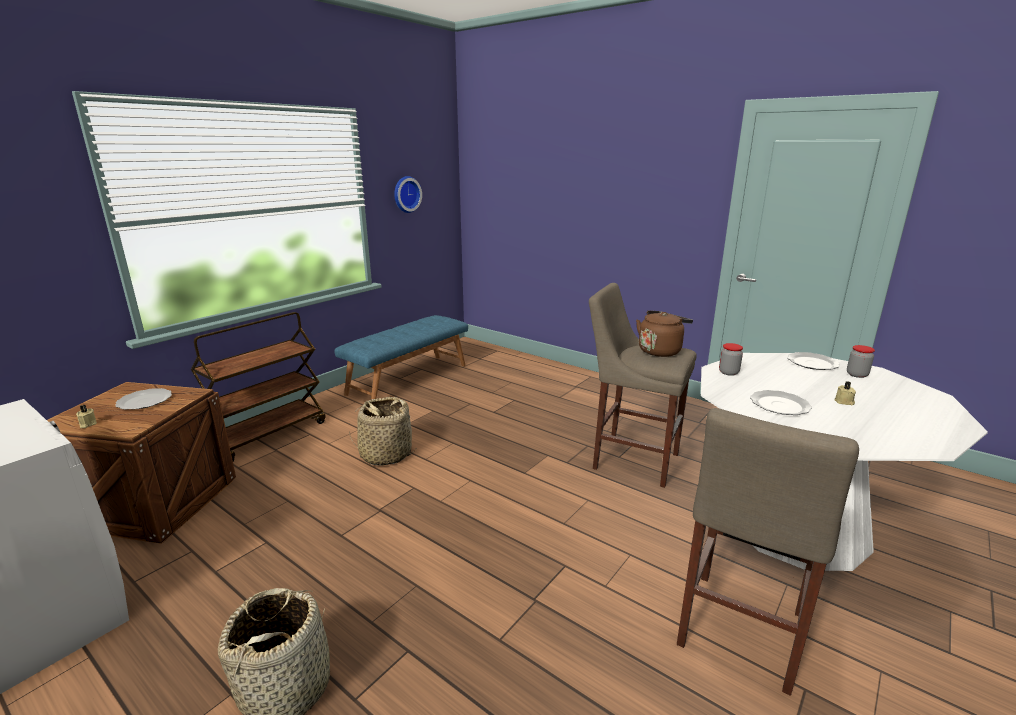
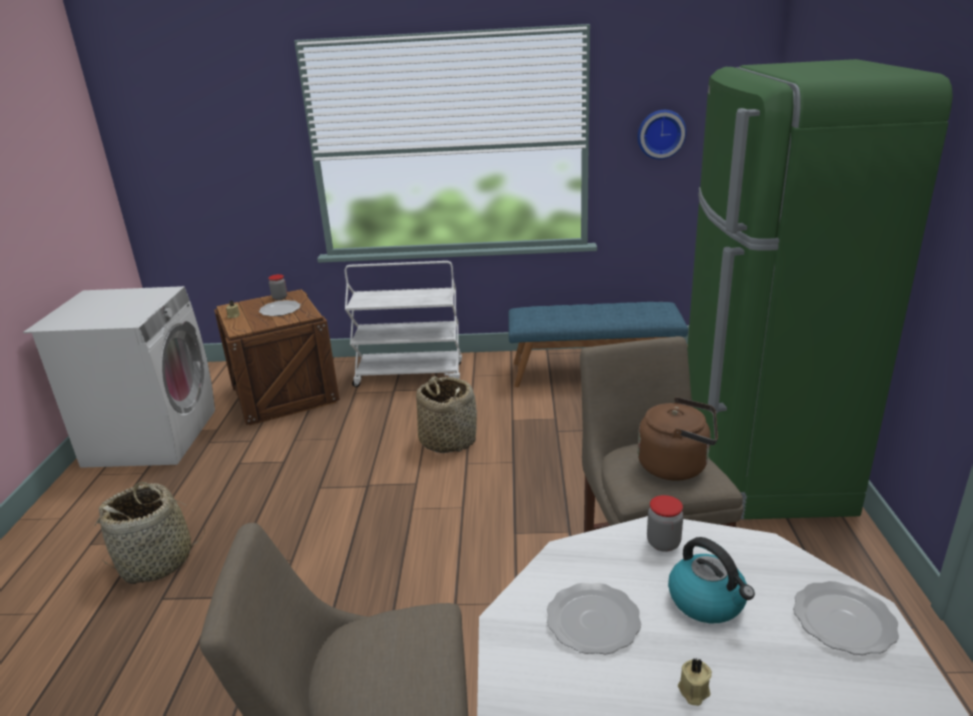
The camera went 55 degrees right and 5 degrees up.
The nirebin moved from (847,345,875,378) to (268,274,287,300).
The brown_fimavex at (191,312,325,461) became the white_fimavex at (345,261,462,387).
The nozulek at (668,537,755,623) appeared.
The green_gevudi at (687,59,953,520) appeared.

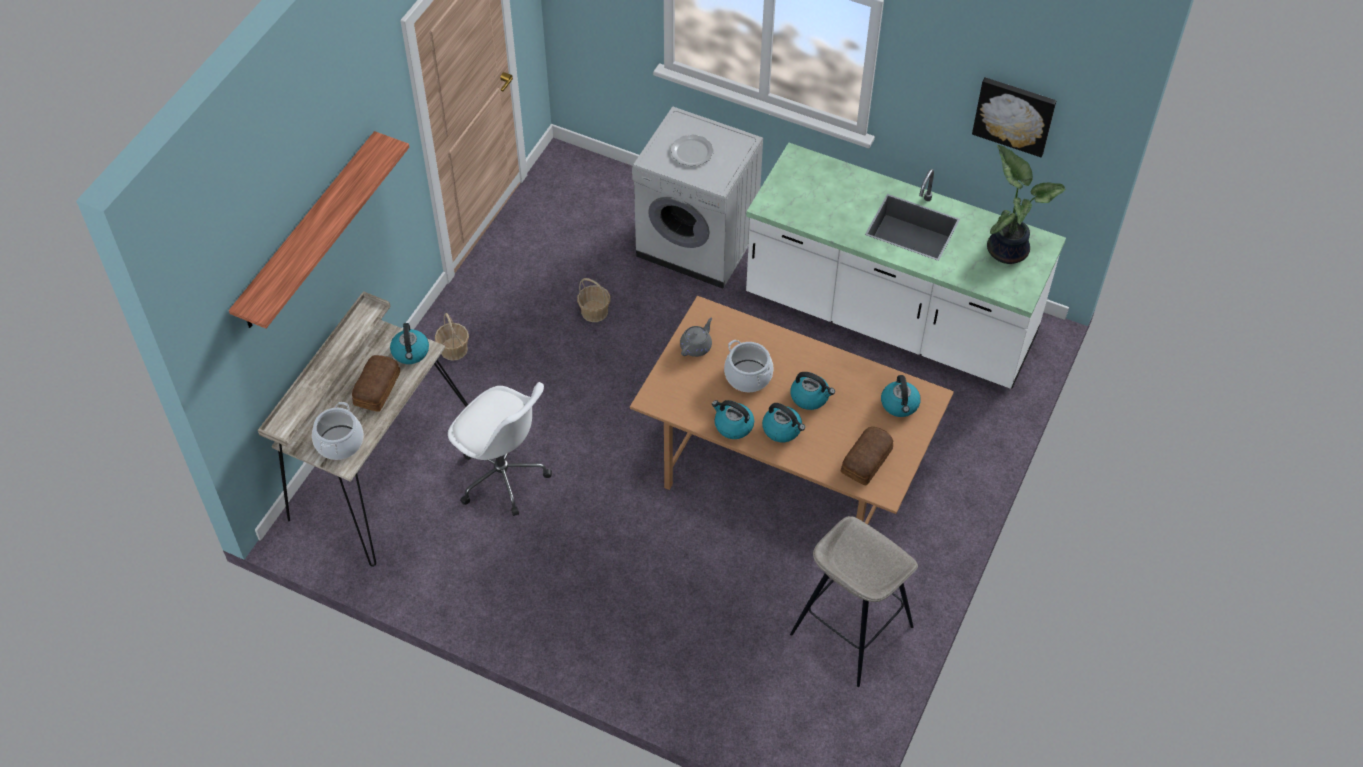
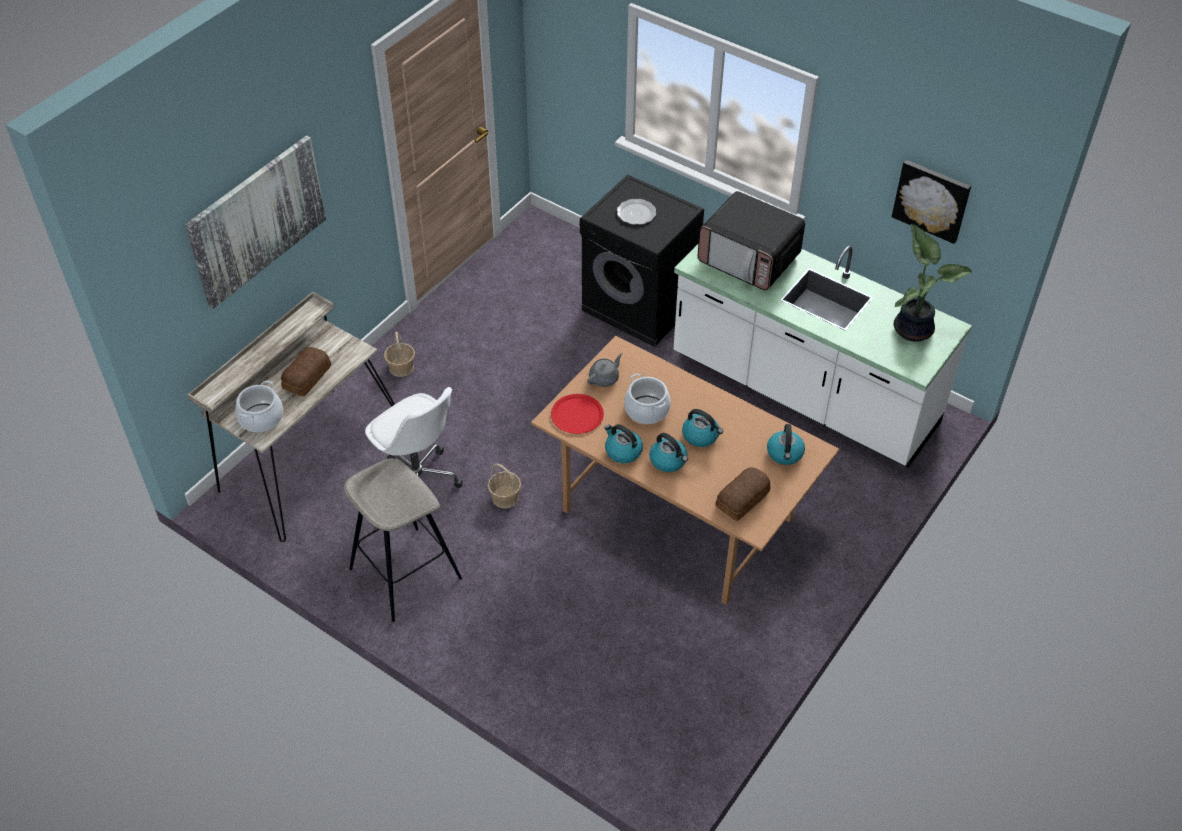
The camera went 10 degrees right and 5 degrees down.
The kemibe at (229,131,409,329) was replaced by the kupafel at (185,136,326,309).
The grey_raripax moved from (790,516,918,687) to (344,458,462,622).
The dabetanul moved from (577,278,610,322) to (488,463,521,509).
The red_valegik at (551,394,604,434) appeared.
The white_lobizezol at (632,106,763,289) became the black_lobizezol at (580,175,704,347).
The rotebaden at (698,191,805,290) appeared.
The nozulek at (390,323,429,364) disappeared.

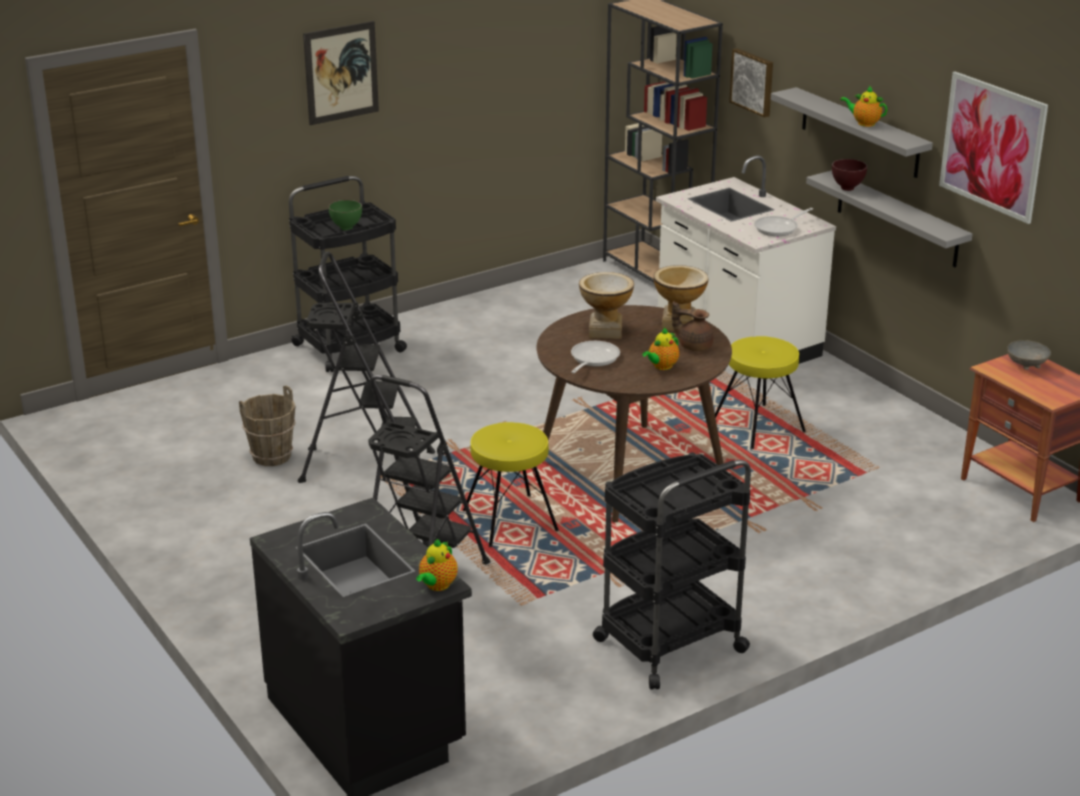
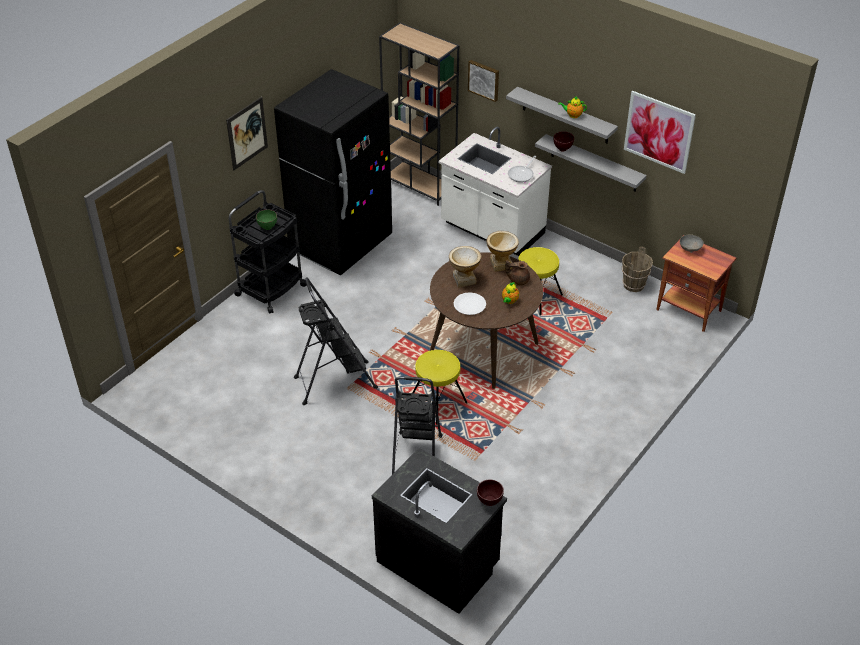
The camera went 20 degrees left and 15 degrees up.
The black_gevudi at (274,69,392,275) appeared.
The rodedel at (571,341,620,373) was replaced by the white_valegik at (454,292,486,315).
The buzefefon at (416,539,458,591) was replaced by the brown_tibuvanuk at (477,479,504,506).
The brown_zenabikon moved from (239,385,296,466) to (622,247,653,292).
The black_fimavex at (593,453,751,690) disappeared.

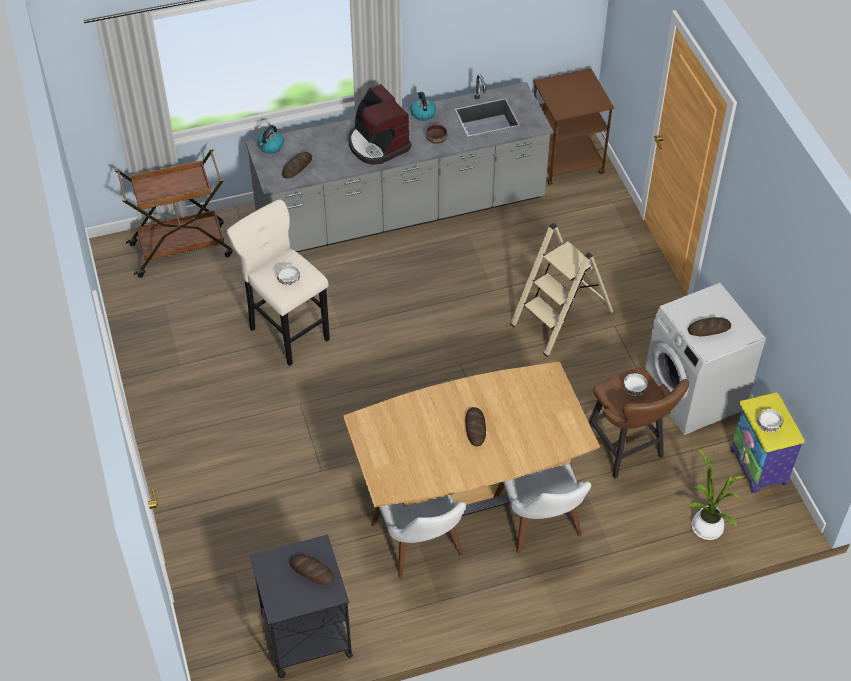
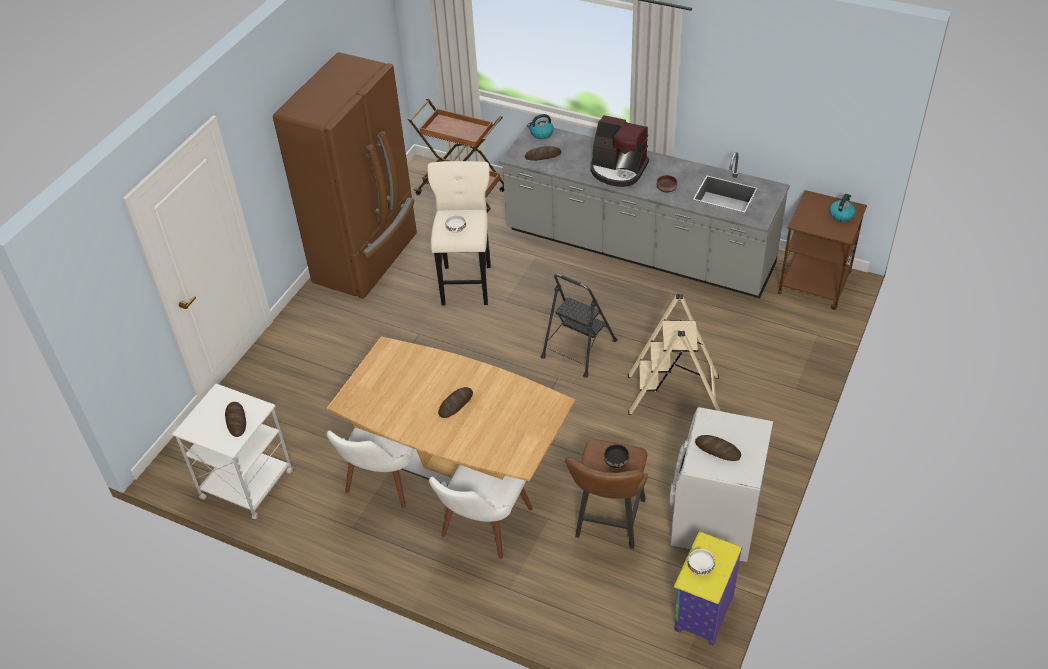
The camera went 45 degrees right and 5 degrees down.
The black_fimavex at (250,534,353,678) became the white_fimavex at (172,384,293,519).
The brown_gevudi at (273,52,417,299) appeared.
The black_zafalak at (541,274,618,378) appeared.
The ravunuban at (348,84,411,165) turned 75 degrees counterclockwise.
The white_tibuvanuk at (623,373,648,396) became the black_tibuvanuk at (604,445,629,468).
The nozulek moved from (410,92,436,121) to (829,194,856,222).
The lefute at (688,448,744,540) disappeared.

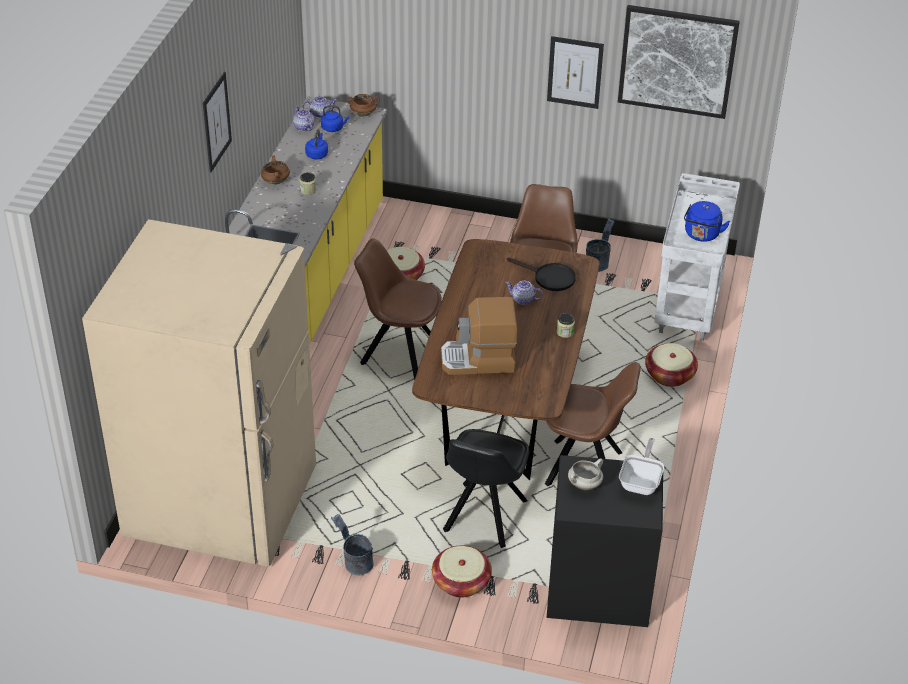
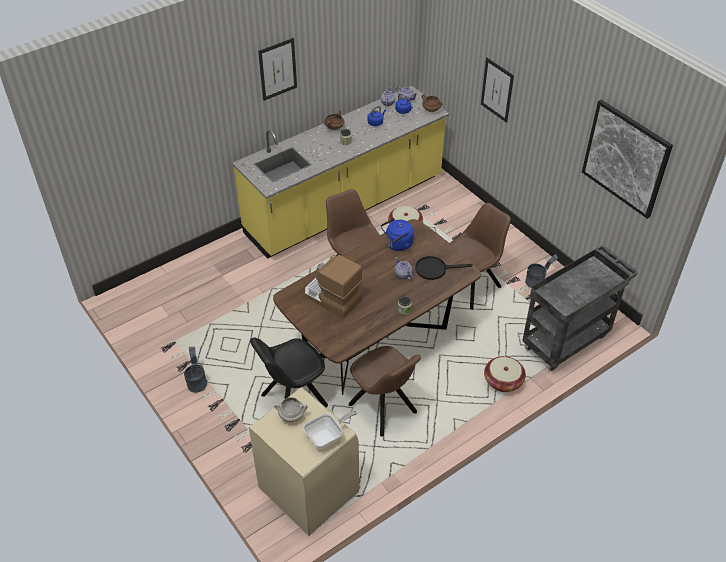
The camera went 40 degrees right and 5 degrees up.
The black_lobizezol at (547,455,663,627) became the beige_lobizezol at (249,387,359,536).
The blue_nozulek moved from (684,201,730,242) to (381,218,414,251).
The black_rodedel at (507,258,576,291) turned 105 degrees clockwise.
The kupafel moved from (547,36,604,109) to (481,57,514,123).
The white_fimavex at (654,173,740,341) became the black_fimavex at (522,245,638,371).
The beige_gevudi at (82,219,316,566) disappeared.
The dabetanul at (432,545,492,598) disappeared.

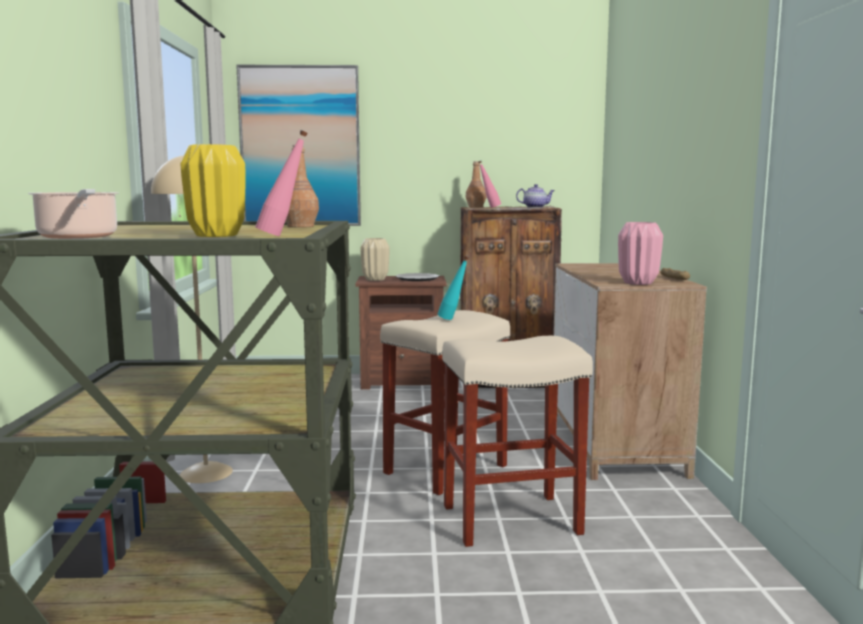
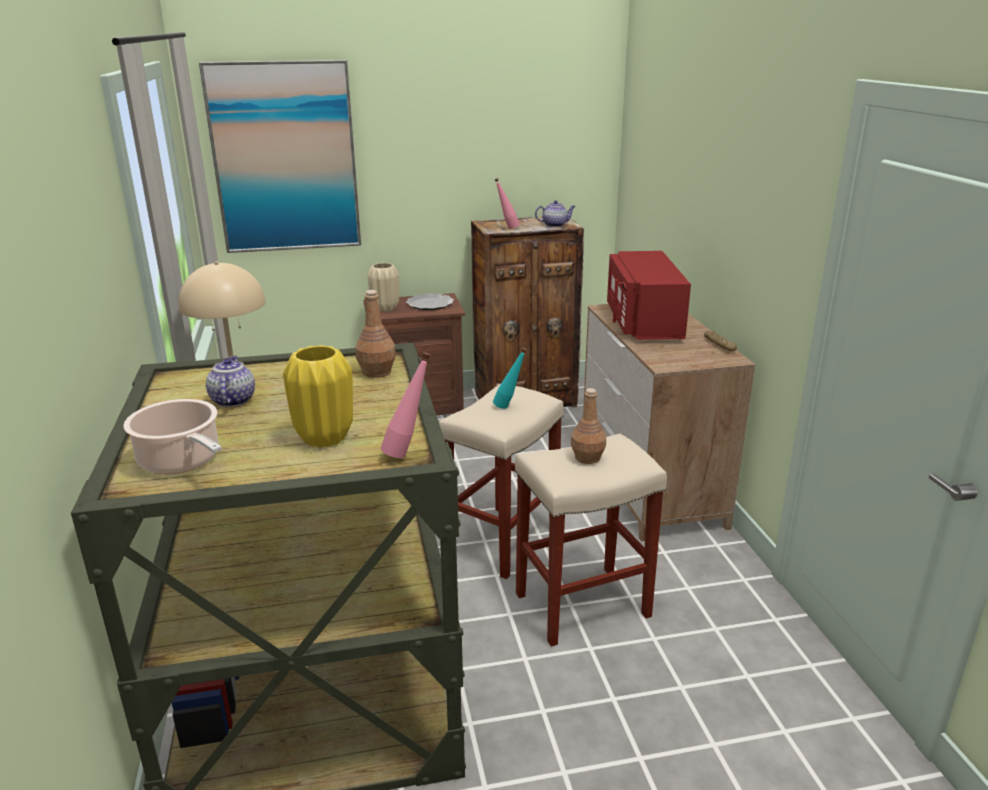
The camera went 10 degrees left and 15 degrees up.
The buzefefon at (206,356,255,407) appeared.
The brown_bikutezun moved from (466,161,486,207) to (571,388,606,464).
The red_rotebaden at (607,251,691,340) appeared.
The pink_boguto at (618,222,663,285) disappeared.

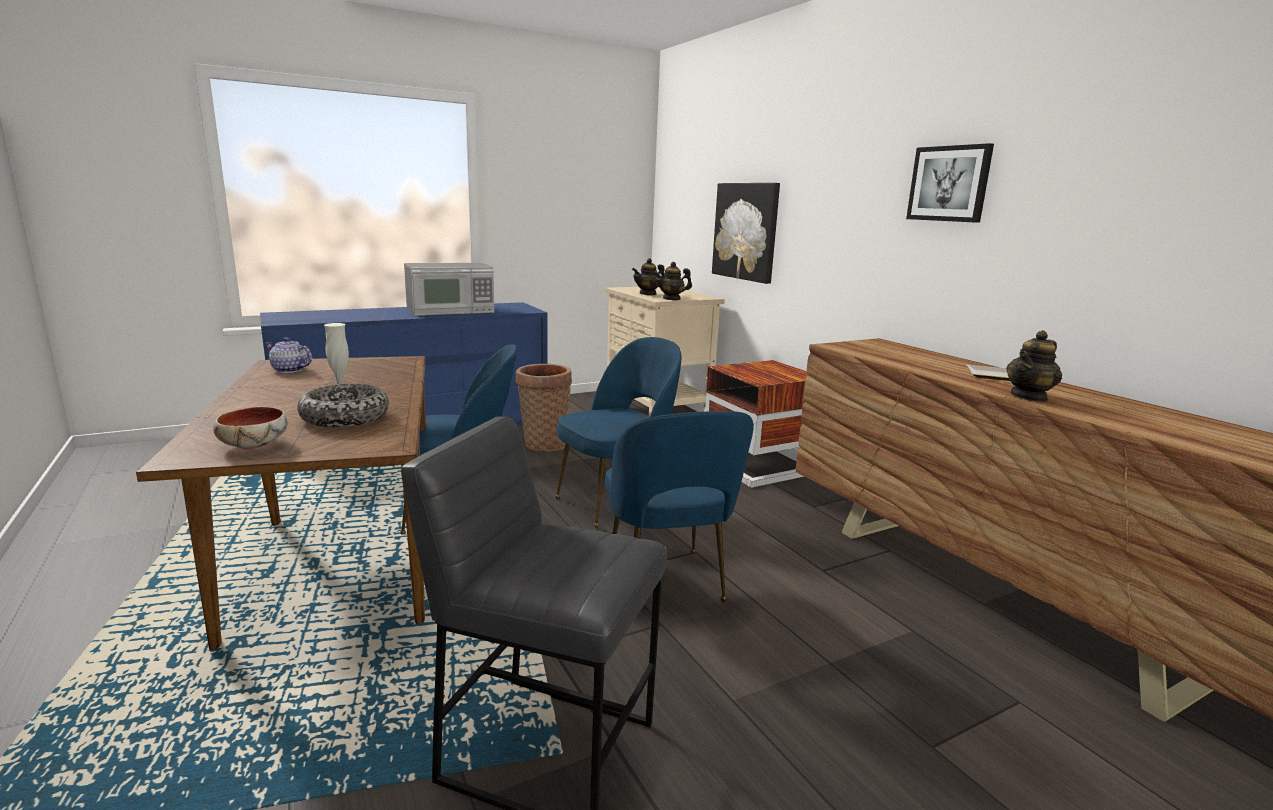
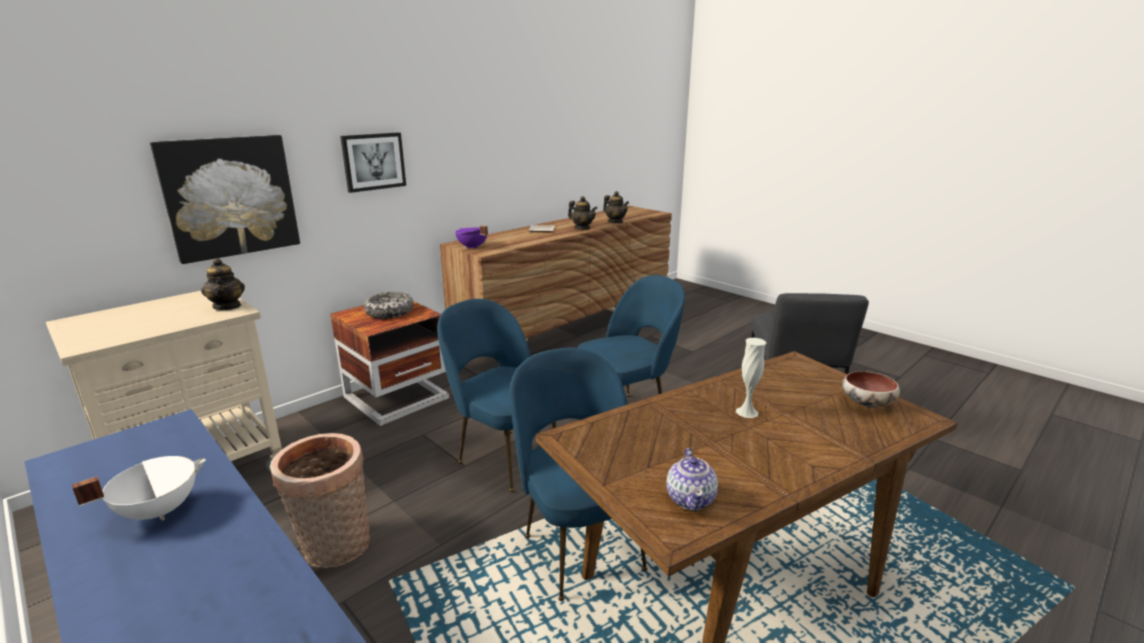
The camera went 105 degrees left and 5 degrees up.
The rotebaden at (404,263,494,316) was replaced by the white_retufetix at (72,456,206,521).
The kupafel moved from (906,143,994,223) to (340,132,406,193).
The tibuvanuk moved from (297,384,389,427) to (364,292,414,319).
The purple_retufetix at (455,225,488,249) appeared.
The buzefefon moved from (632,258,665,295) to (603,191,629,223).

